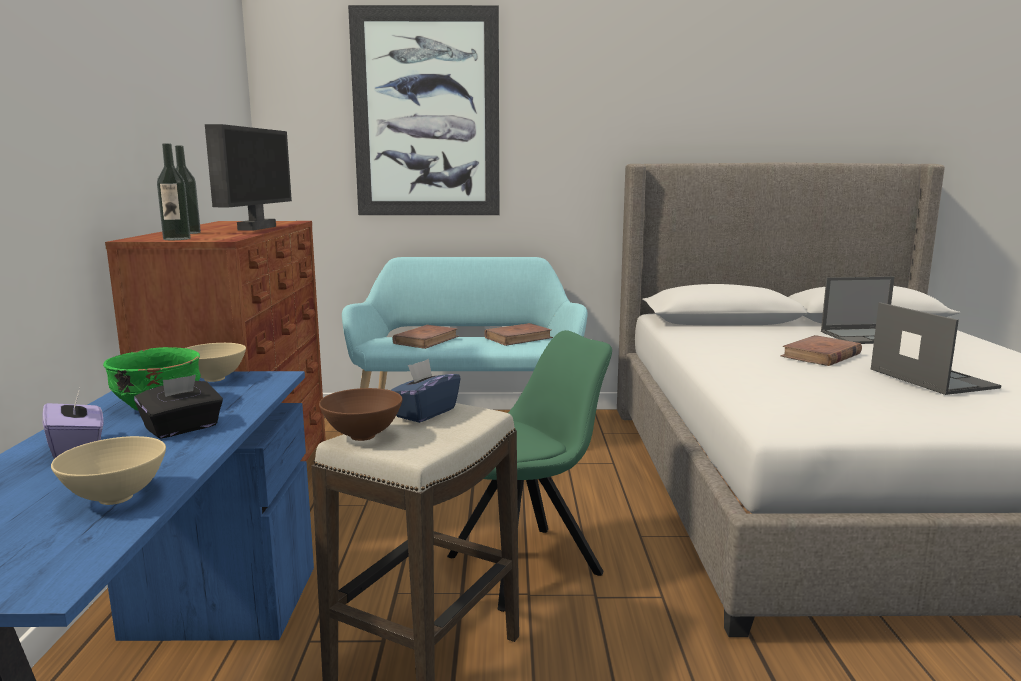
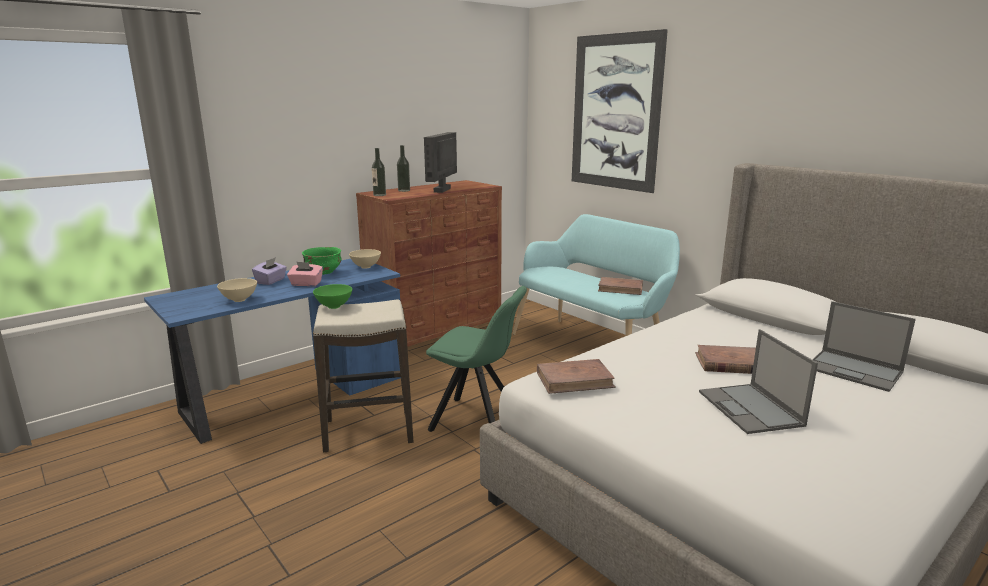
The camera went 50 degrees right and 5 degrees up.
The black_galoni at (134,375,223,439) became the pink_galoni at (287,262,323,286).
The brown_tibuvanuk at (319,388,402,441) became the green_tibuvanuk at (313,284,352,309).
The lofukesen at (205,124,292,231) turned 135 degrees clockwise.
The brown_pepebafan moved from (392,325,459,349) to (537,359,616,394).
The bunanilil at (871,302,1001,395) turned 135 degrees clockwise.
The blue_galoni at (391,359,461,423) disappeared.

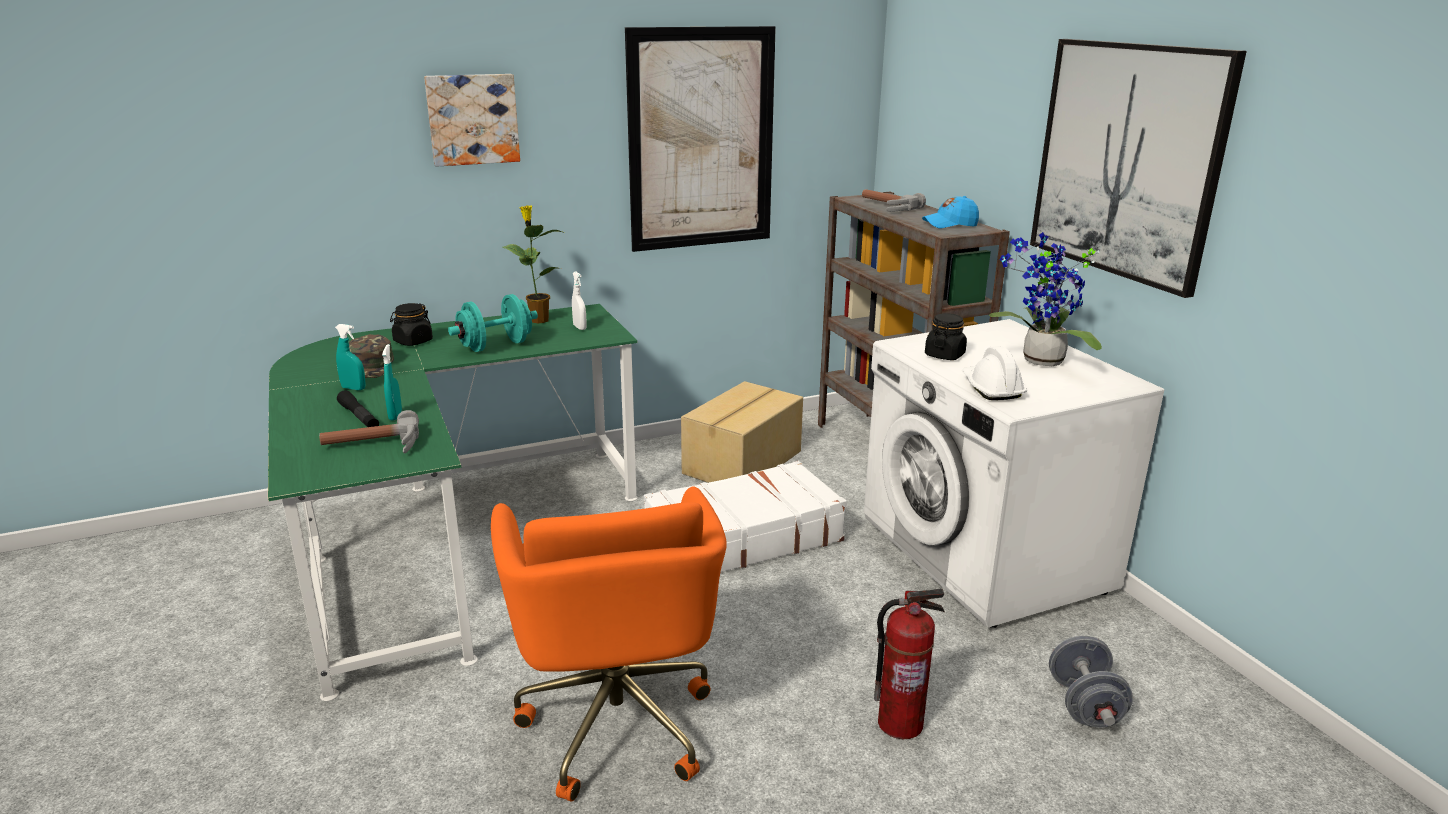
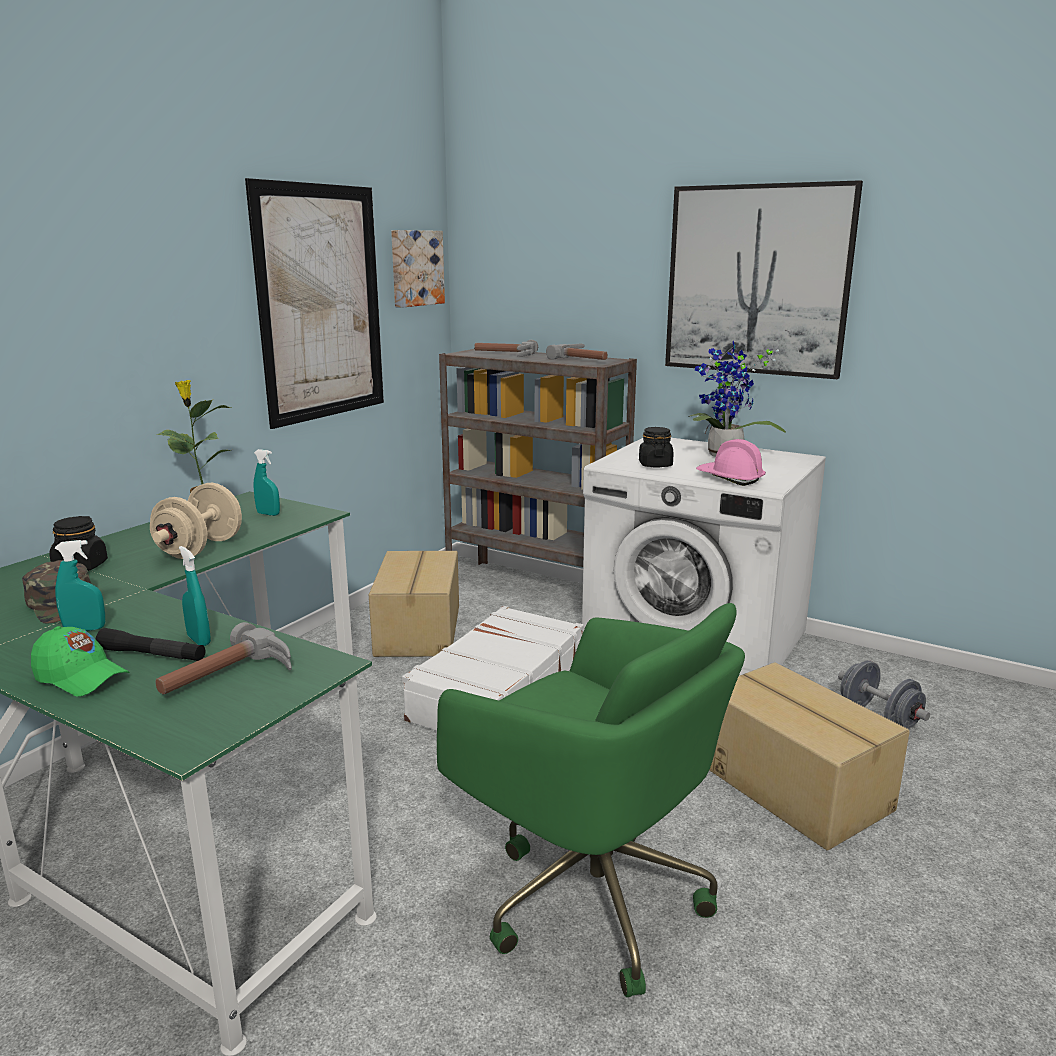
The camera went 35 degrees left and 5 degrees down.
The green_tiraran at (31,626,129,696) appeared.
The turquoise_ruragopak at (448,294,538,352) became the beige_ruragopak at (150,483,242,559).
The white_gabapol at (572,271,587,330) became the turquoise_gabapol at (254,449,280,516).
The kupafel moved from (424,74,520,167) to (391,230,445,308).
The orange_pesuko at (491,487,726,802) became the green_pesuko at (437,603,745,997).
The blue_tiraran at (922,196,979,229) was replaced by the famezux at (546,344,608,360).
The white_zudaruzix at (962,346,1027,400) became the pink_zudaruzix at (696,439,766,486).
The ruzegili at (874,589,945,739) was replaced by the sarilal at (709,662,910,850).

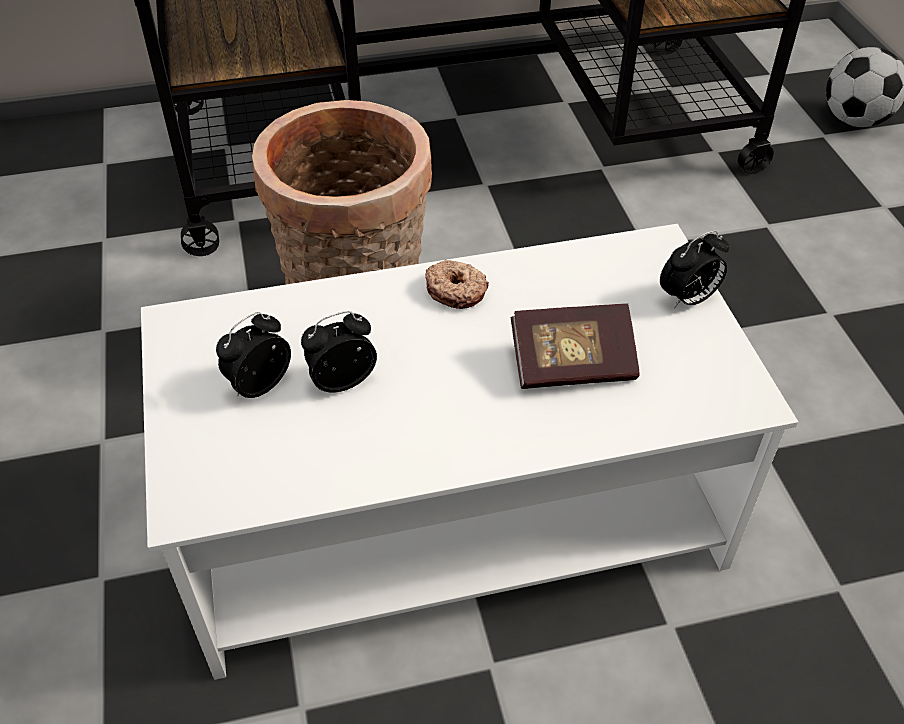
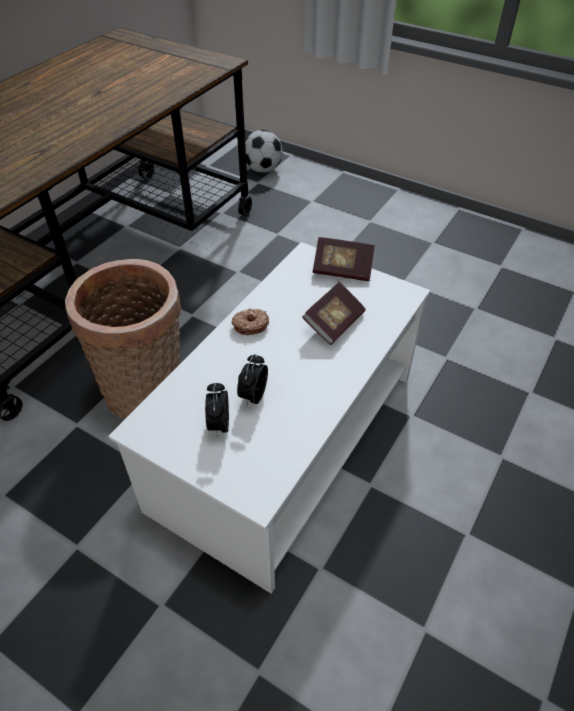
The camera went 45 degrees left and 0 degrees up.
The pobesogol at (660,230,729,309) was replaced by the pepebafan at (313,237,375,281).

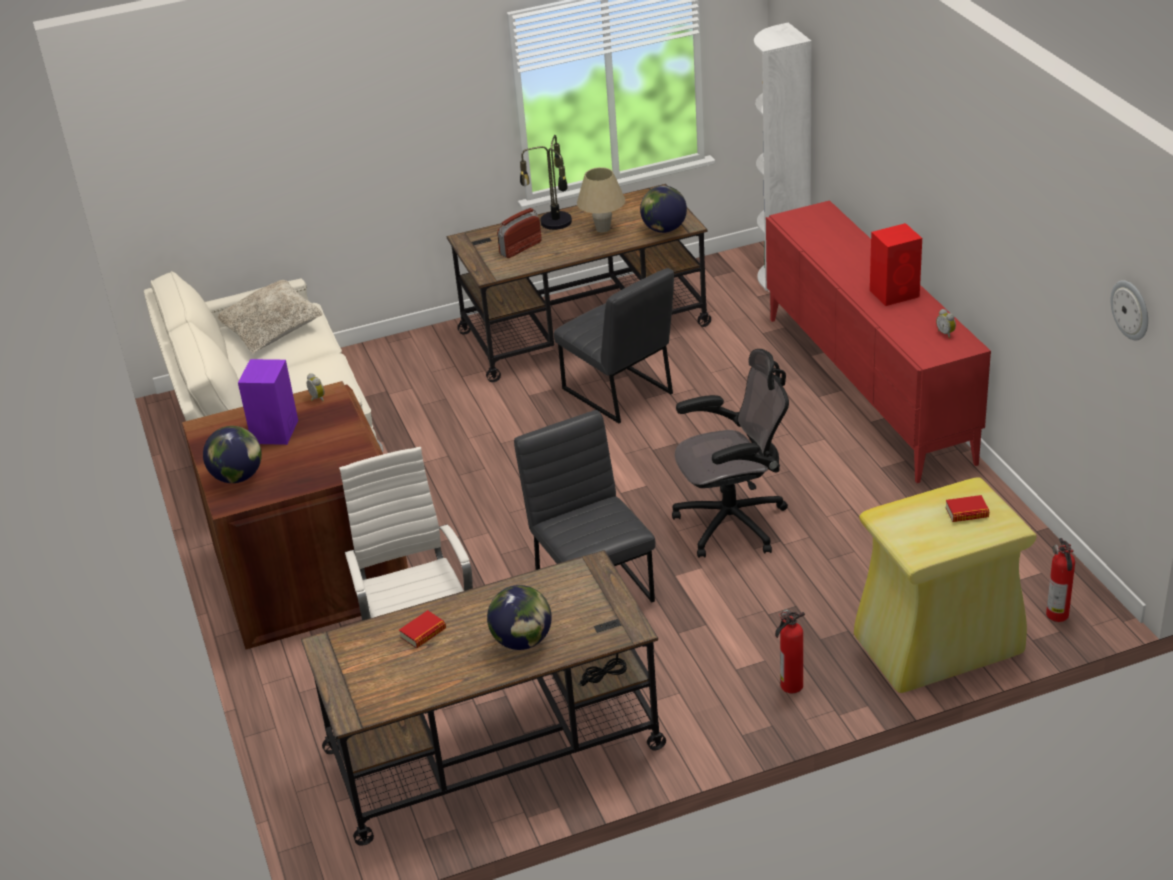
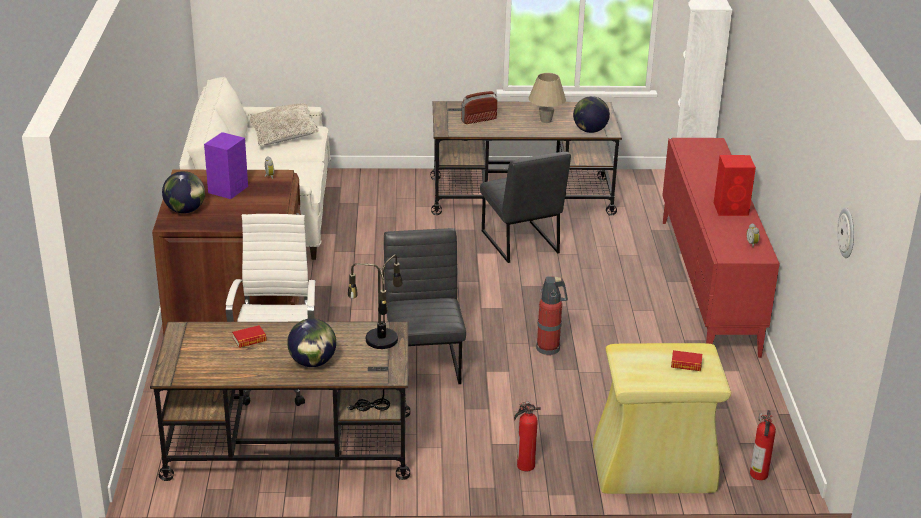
The camera went 15 degrees right and 5 degrees down.
The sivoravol moved from (520,135,572,230) to (348,255,402,349).
The pesuko at (672,349,789,558) was replaced by the ruzegili at (536,277,568,356).

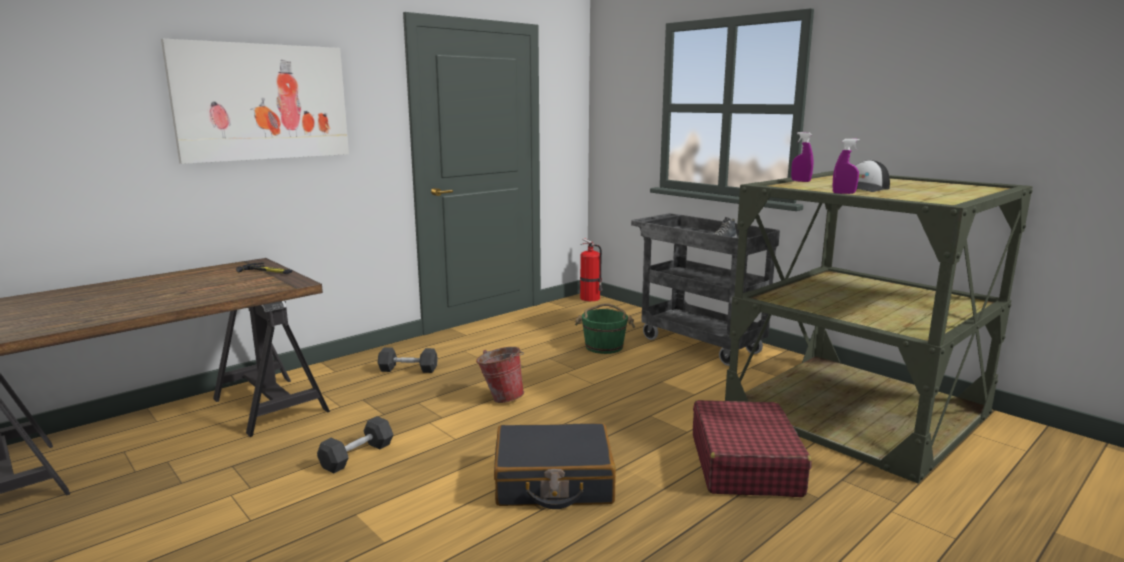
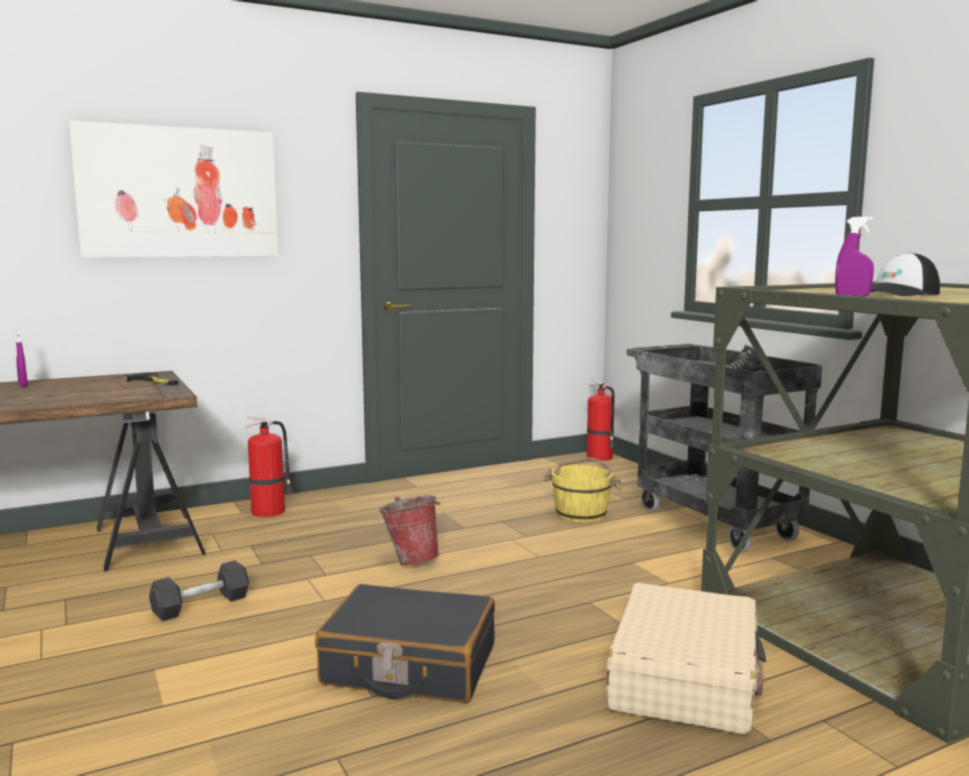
The camera went 15 degrees right and 5 degrees down.
The purple_gabapol moved from (791,132,813,182) to (16,330,28,387).
The ruzegili at (245,417,293,517) appeared.
The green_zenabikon at (575,303,635,354) became the yellow_zenabikon at (544,457,622,523).
The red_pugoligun at (693,400,811,497) became the beige_pugoligun at (606,583,766,735).
The grey_ruragopak at (378,347,438,373) disappeared.

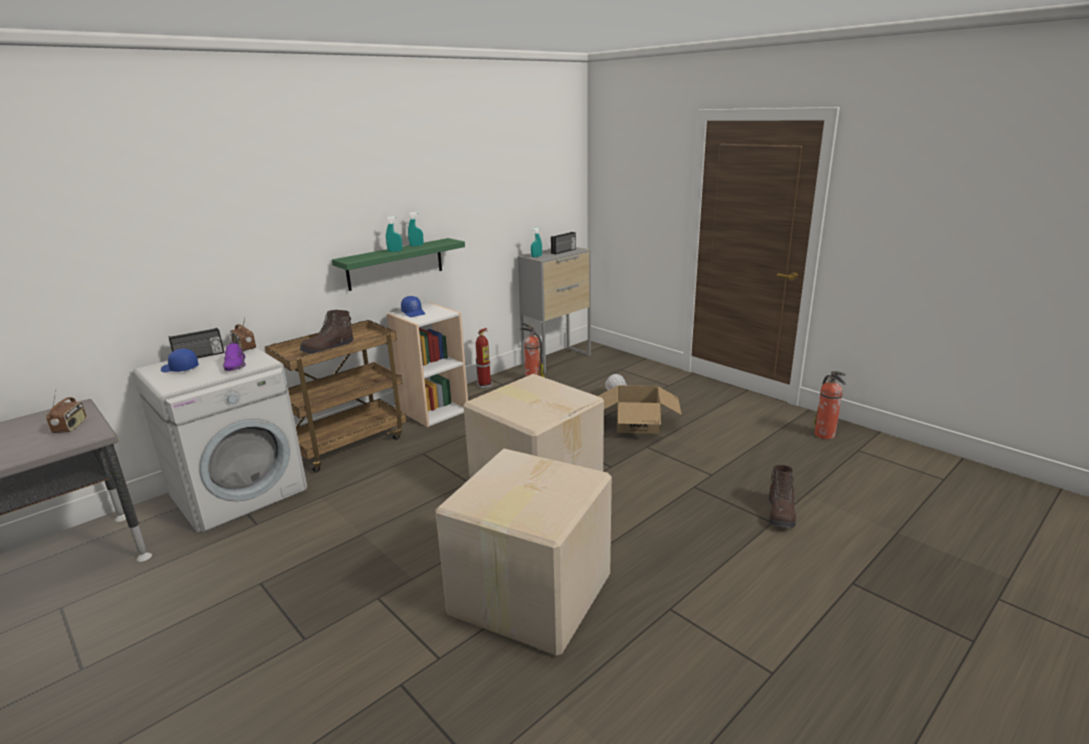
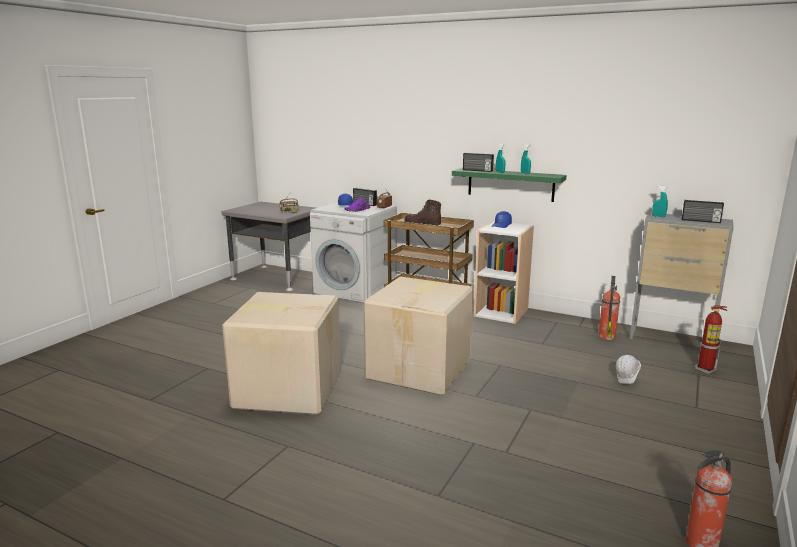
The camera went 70 degrees right and 5 degrees down.
The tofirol at (463,153,494,172) appeared.
The ruzegili moved from (476,328,493,389) to (695,305,728,374).
The sarilal at (598,385,682,434) disappeared.
The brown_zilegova at (769,465,796,528) disappeared.

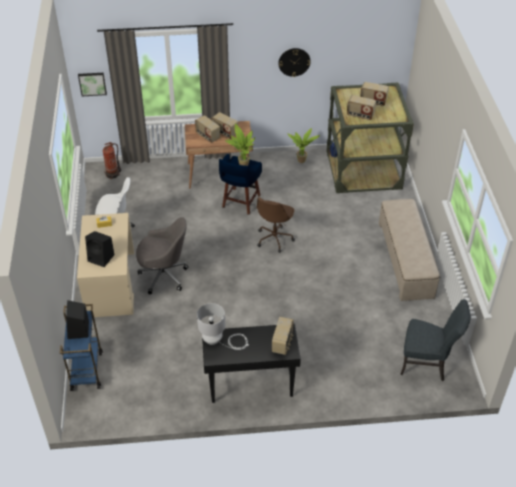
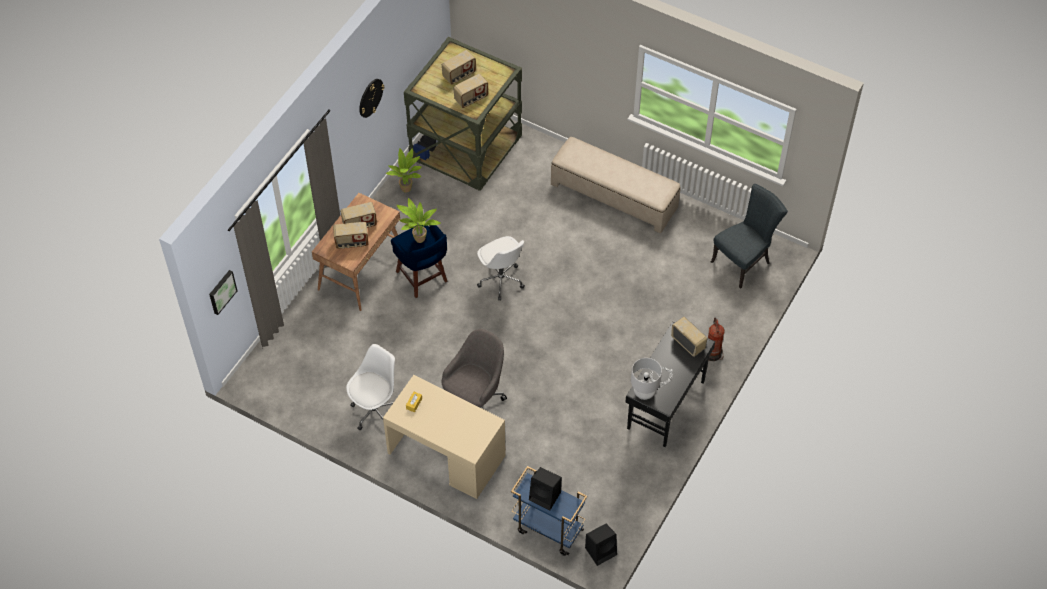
The camera went 55 degrees left and 10 degrees up.
The brown_pesuko at (257,197,295,253) became the white_pesuko at (477,236,525,300).
The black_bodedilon moved from (85,231,114,267) to (585,524,617,566).
The ruzegili moved from (102,142,121,180) to (708,317,725,361).

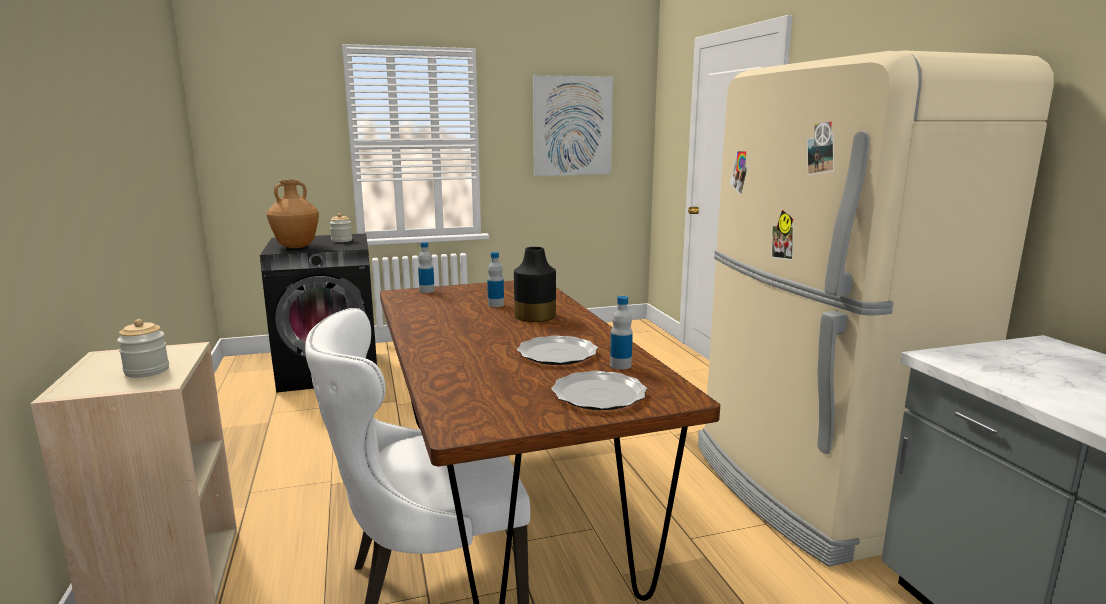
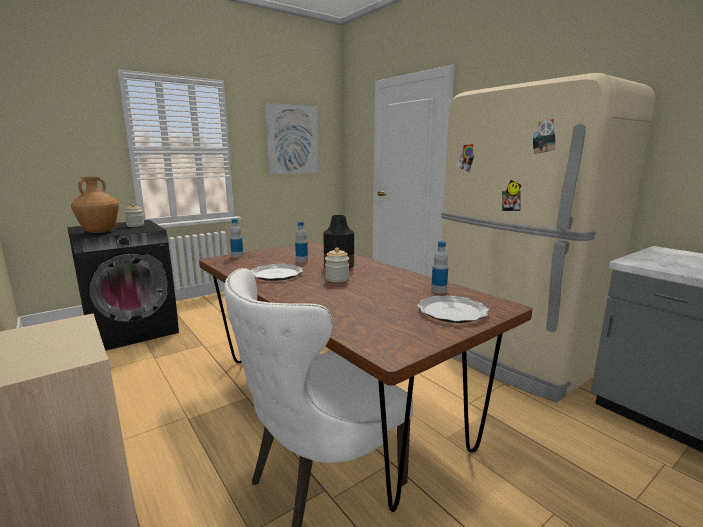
The camera went 20 degrees left and 0 degrees up.
The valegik moved from (517,335,598,365) to (250,264,303,281).
The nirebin moved from (117,319,169,378) to (325,248,349,282).

